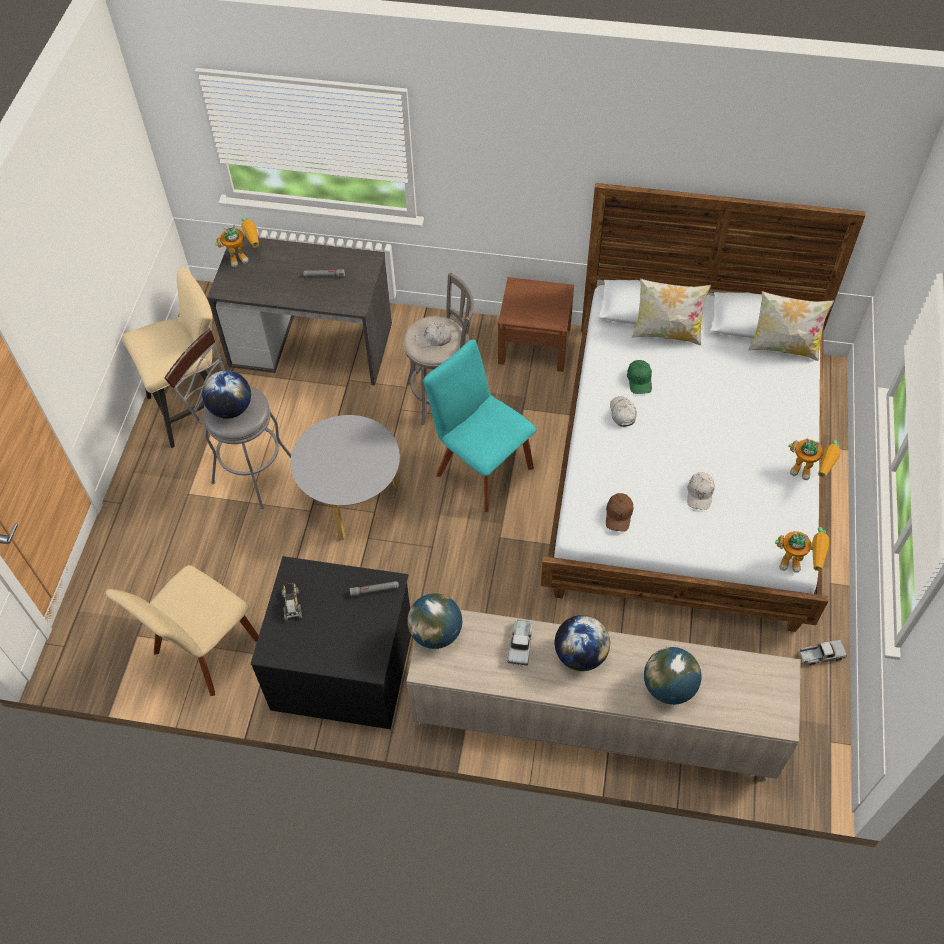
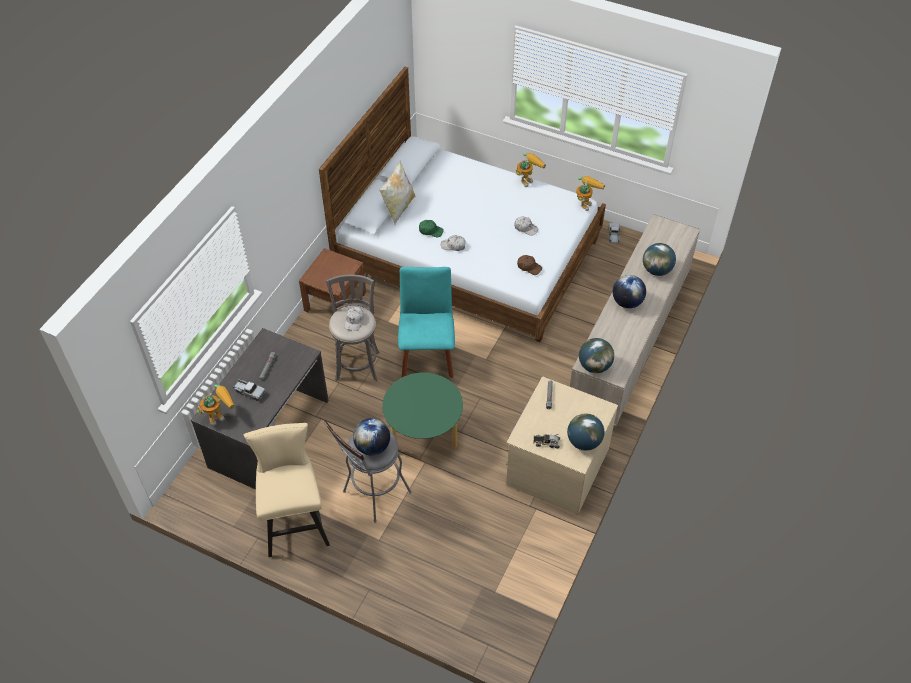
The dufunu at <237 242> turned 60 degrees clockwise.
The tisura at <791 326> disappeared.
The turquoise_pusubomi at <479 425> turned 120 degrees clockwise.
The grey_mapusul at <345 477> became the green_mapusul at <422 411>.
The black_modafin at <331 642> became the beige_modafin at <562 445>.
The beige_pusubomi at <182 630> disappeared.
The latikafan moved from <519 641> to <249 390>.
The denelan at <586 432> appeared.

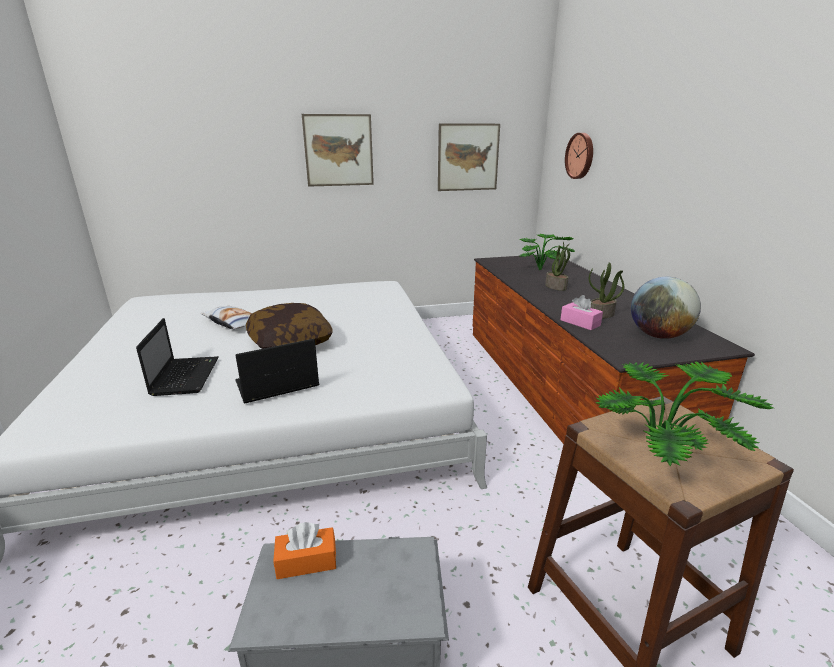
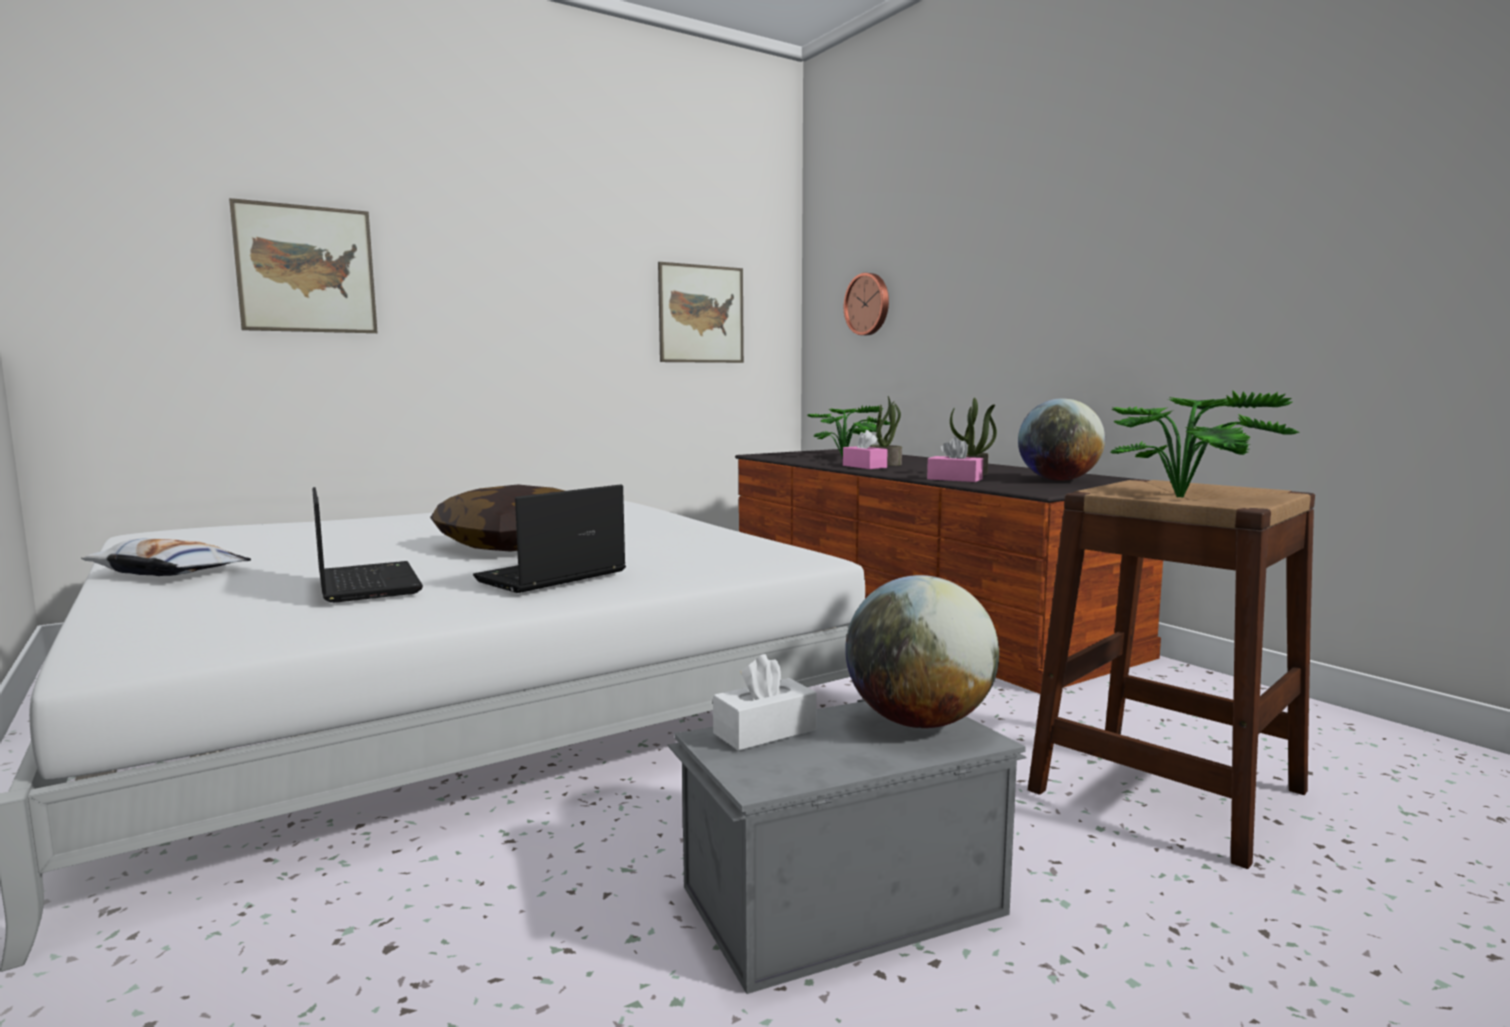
The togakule moved from <338 150> to <303 265>.
The tisura moved from <226 317> to <166 557>.
The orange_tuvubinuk at <304 550> became the white_tuvubinuk at <765 702>.
The pink_tuvubinuk at <865 449> appeared.
The denelan at <922 651> appeared.

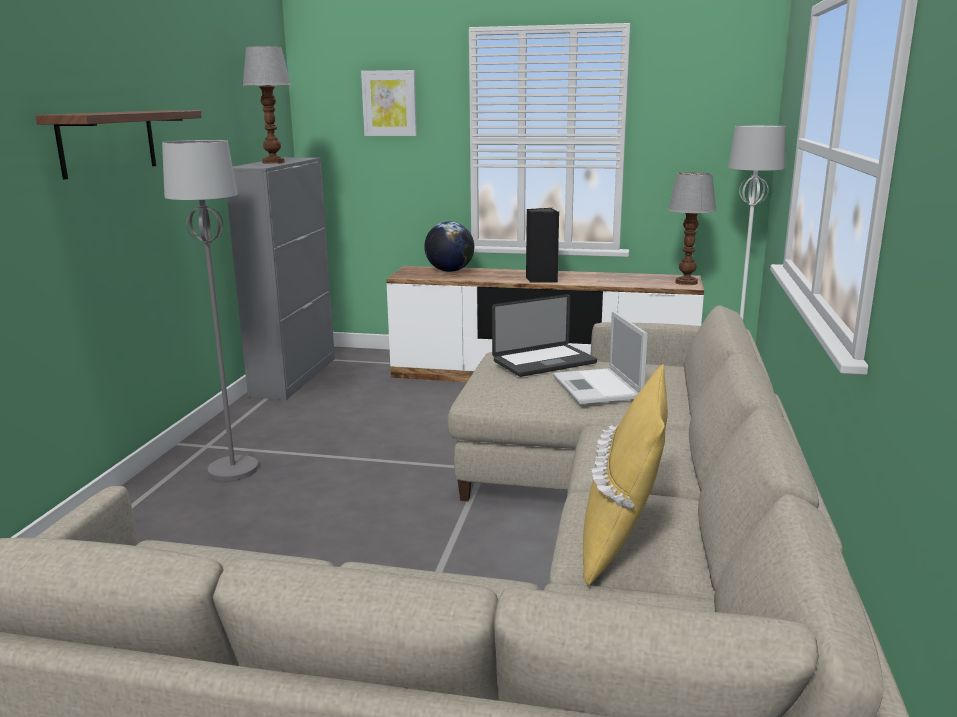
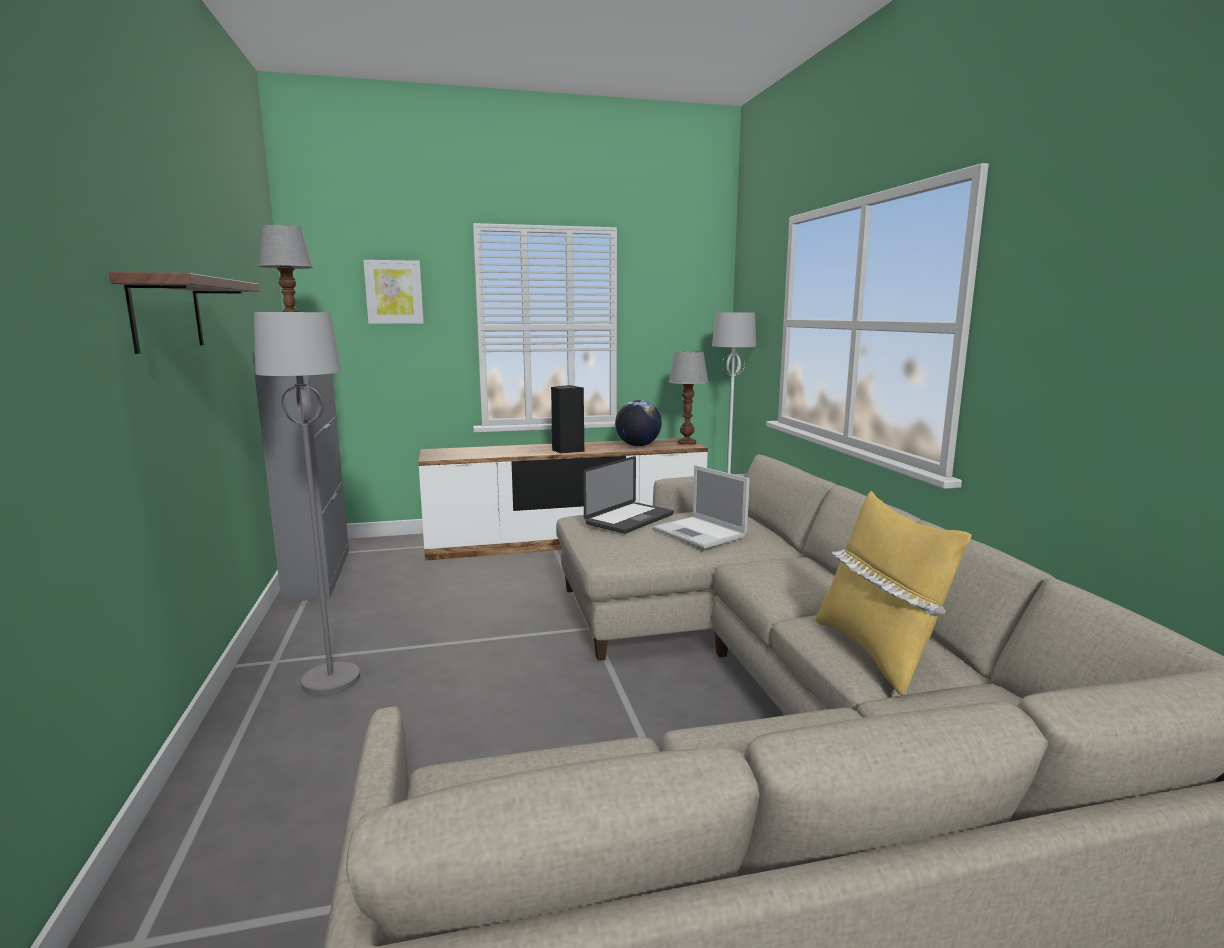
The denelan moved from <449 246> to <638 423>.

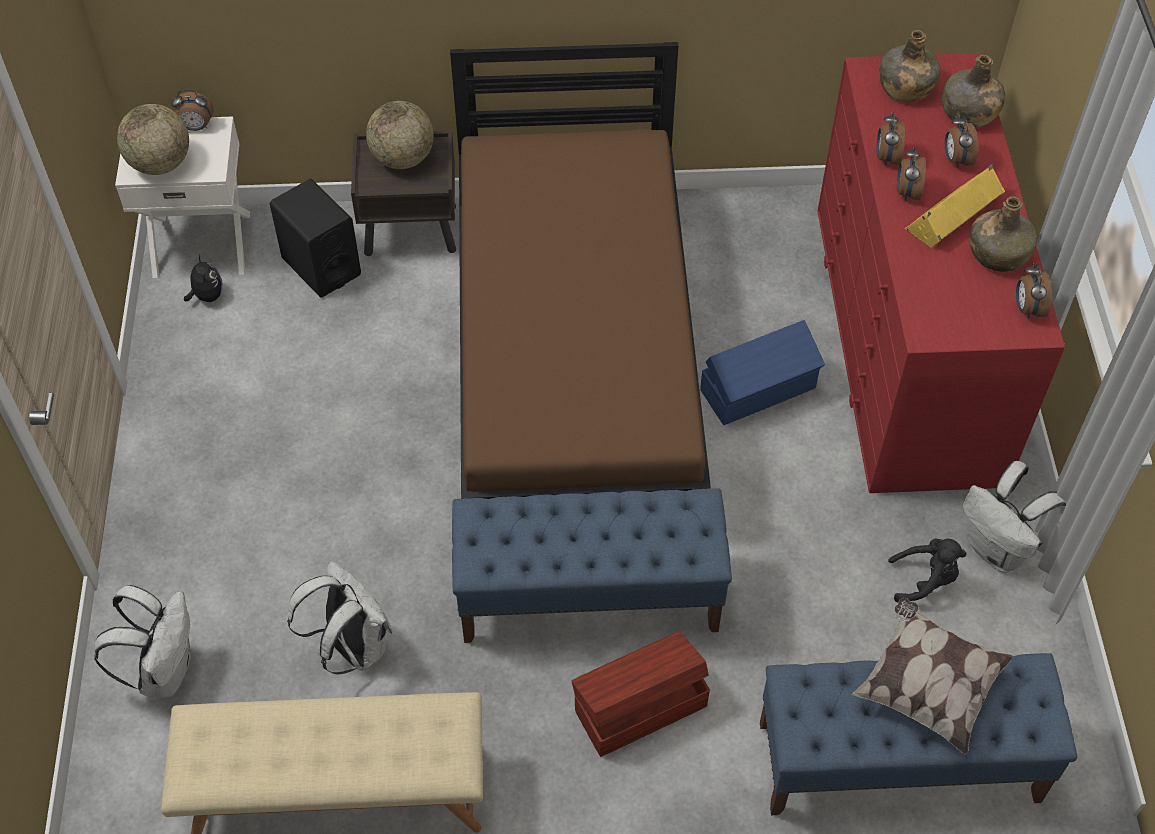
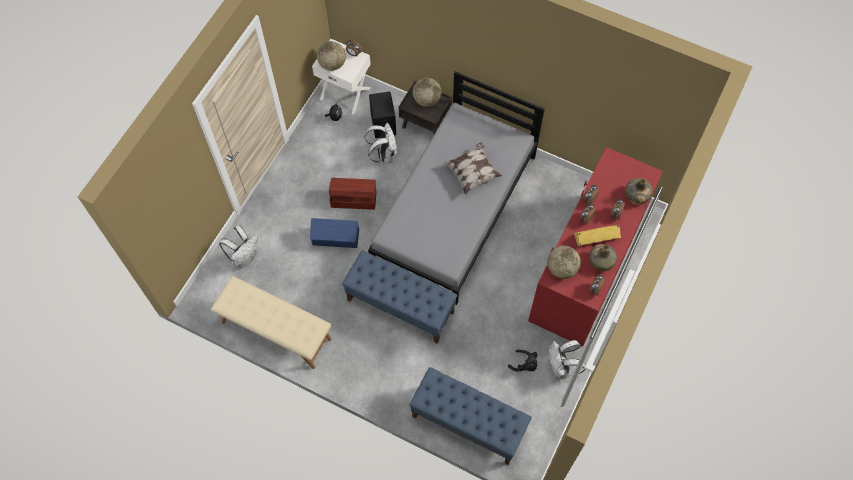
The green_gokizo at <910 66> disappeared.
The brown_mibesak at <580 270> became the grey_mibesak at <456 188>.
The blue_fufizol moved from <762 372> to <334 233>.
The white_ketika moved from <339 617> to <381 143>.
The tisura moved from <932 676> to <473 168>.
The brown_fufizol moved from <641 694> to <352 194>.
The denelan at <564 262> appeared.

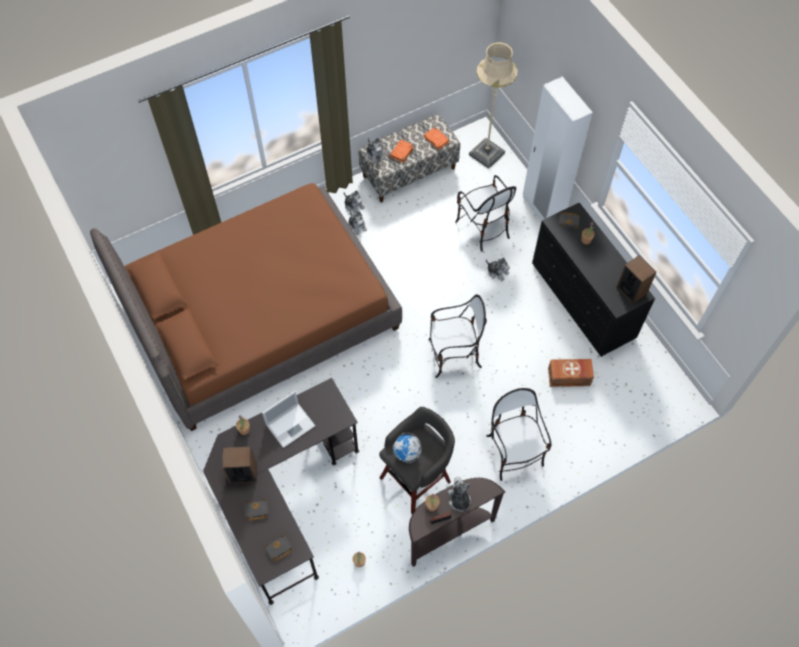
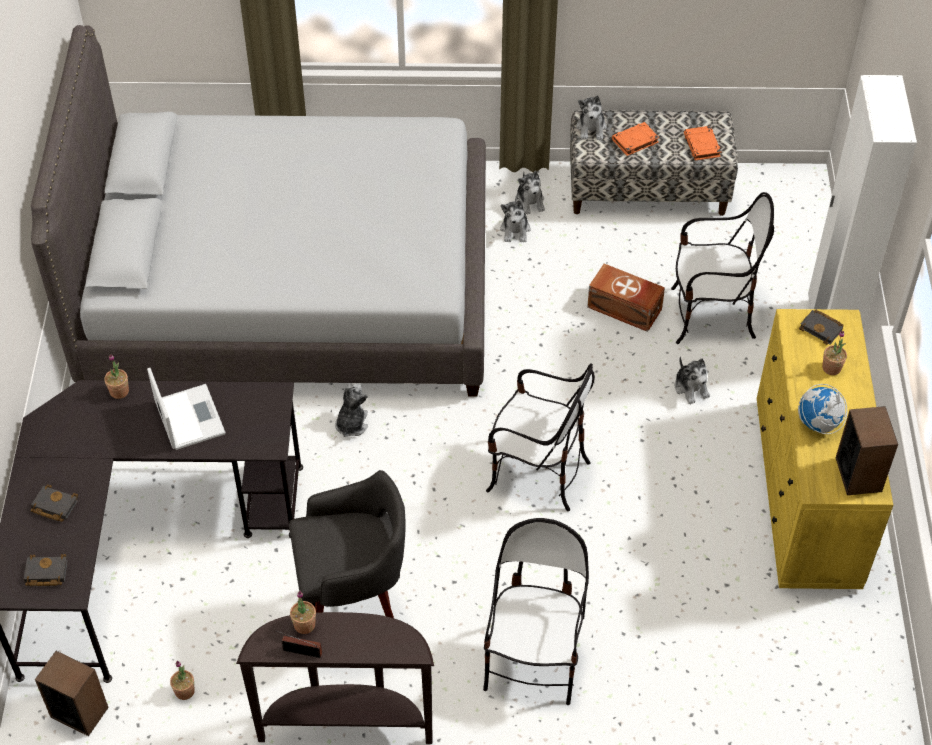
The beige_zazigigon at <493 105> disappeared.
The pusubomi at <485 213> turned 90 degrees counterclockwise.
The brown_mibesak at <246 307> became the grey_mibesak at <258 210>.
The black_modafin at <593 280> became the yellow_modafin at <825 449>.
The brown_fufizol moved from <571 373> to <626 297>.
The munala at <288 419> turned 105 degrees counterclockwise.
The denelan moved from <407 448> to <822 409>.
The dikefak moved from <239 465> to <72 693>.
The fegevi moved from <459 495> to <351 410>.

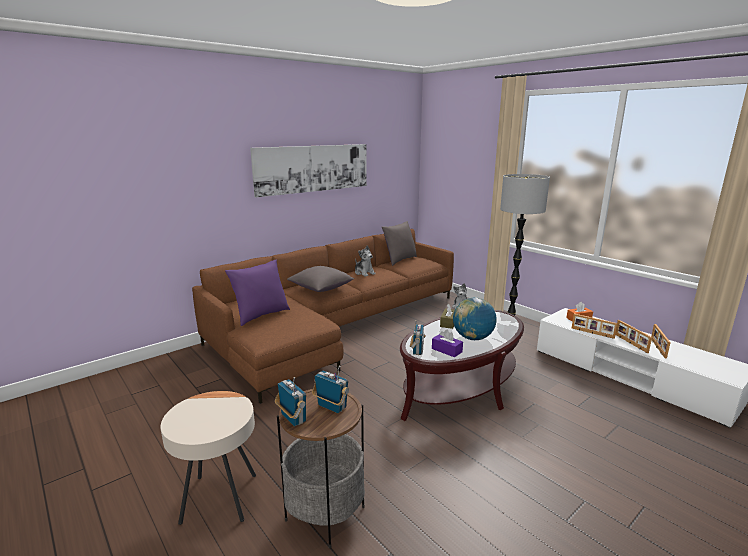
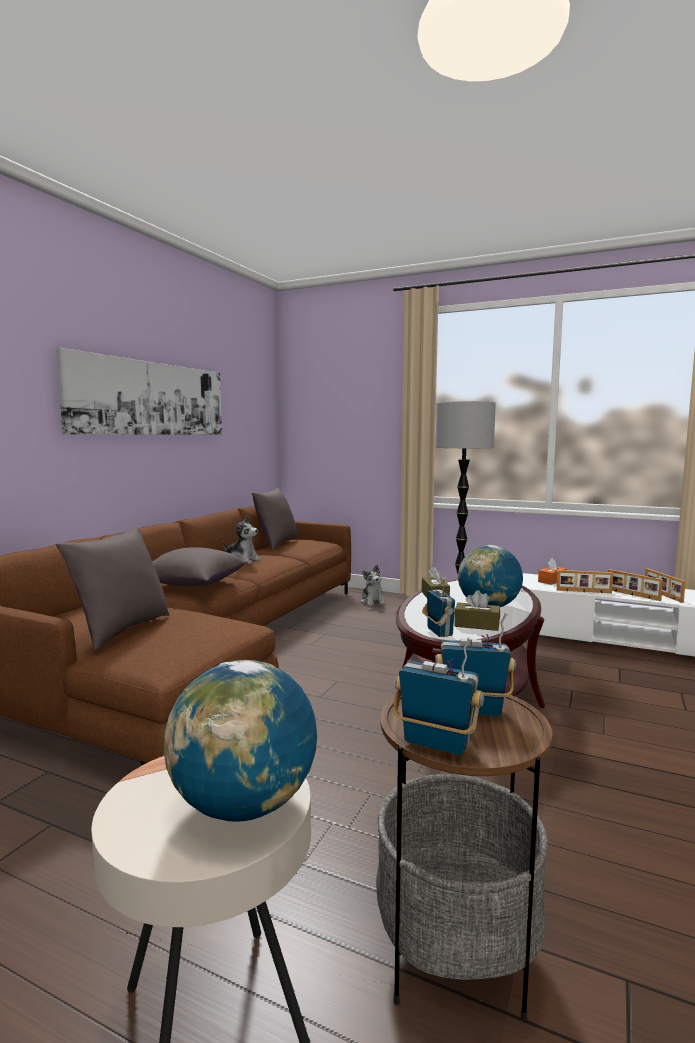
The purple_tisura at <257 293> became the grey_tisura at <112 588>.
The purple_tuvubinuk at <447 343> became the brown_tuvubinuk at <477 610>.
The denelan at <240 741> appeared.

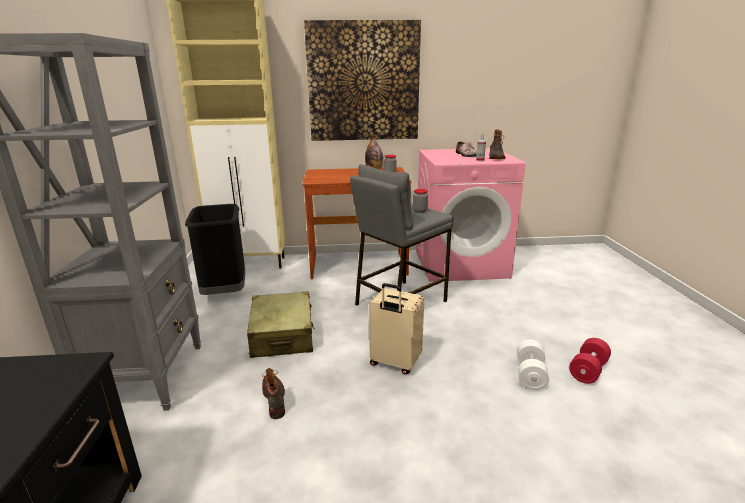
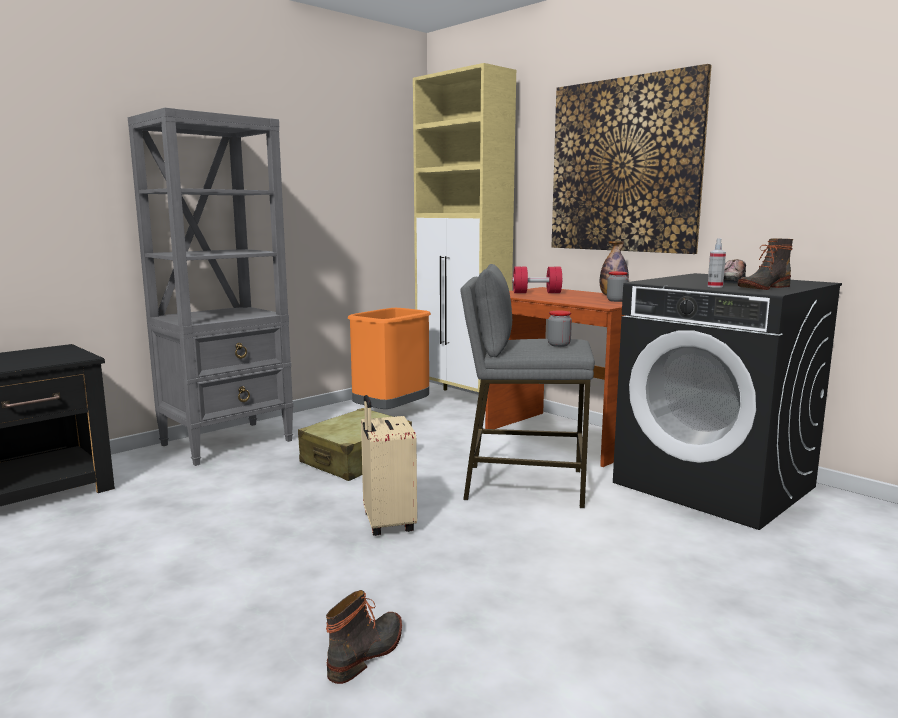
The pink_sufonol at <471 215> became the black_sufonol at <727 401>.
The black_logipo at <215 249> became the orange_logipo at <389 358>.
The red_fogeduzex moved from <590 361> to <537 280>.
The white_fogeduzex at <533 364> disappeared.
The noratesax moved from <273 393> to <364 637>.

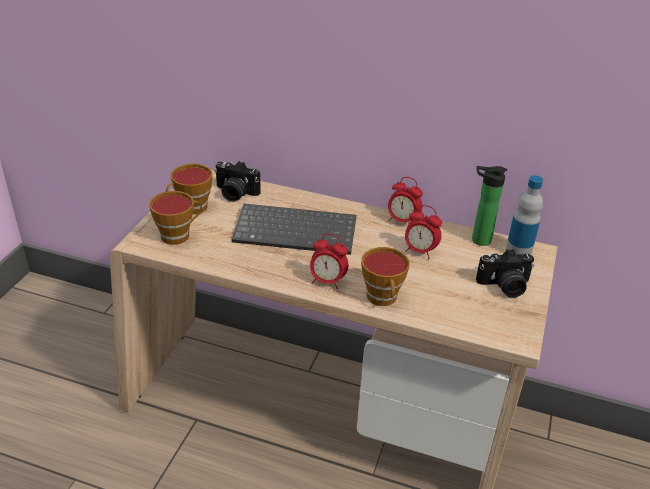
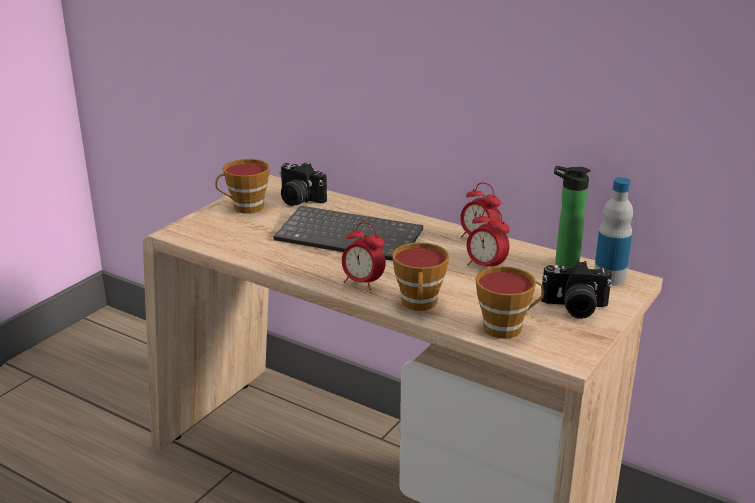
The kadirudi moved from <175 218> to <510 302>.

